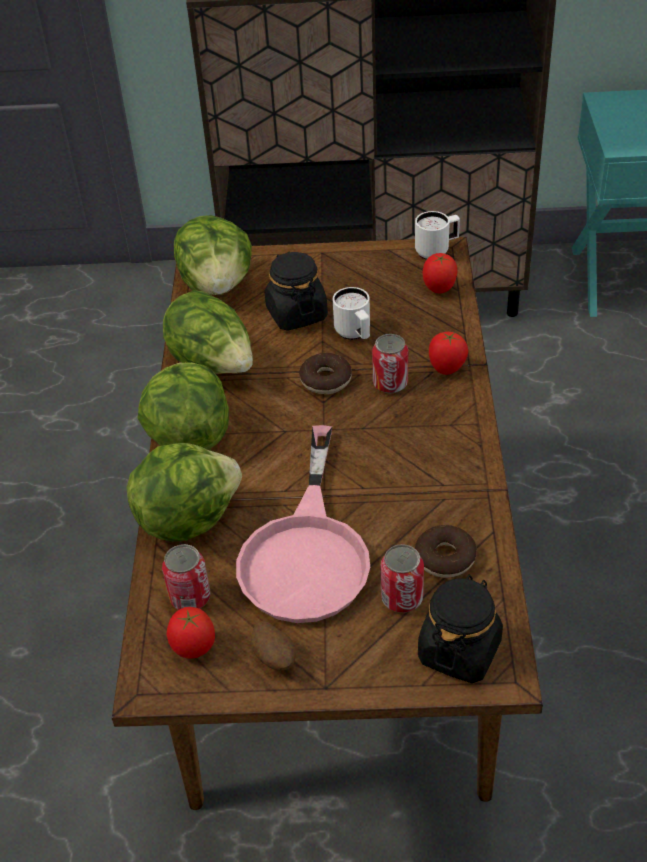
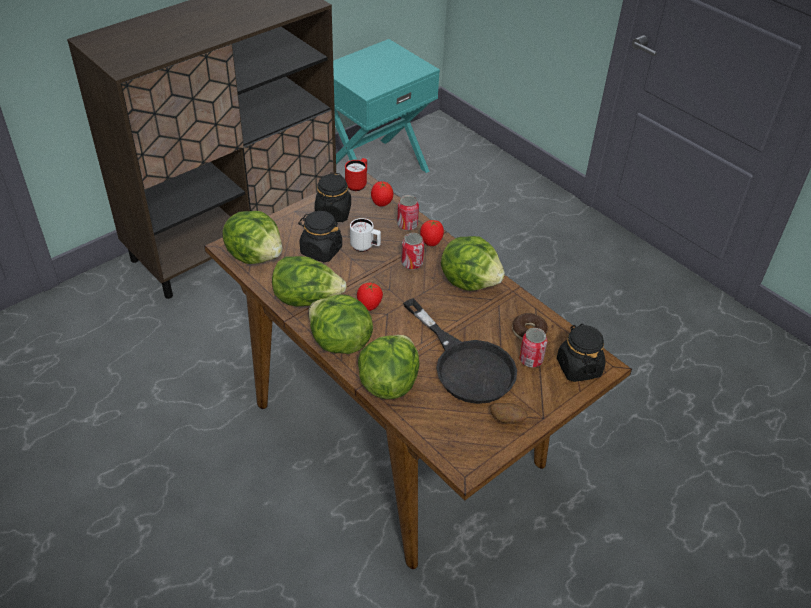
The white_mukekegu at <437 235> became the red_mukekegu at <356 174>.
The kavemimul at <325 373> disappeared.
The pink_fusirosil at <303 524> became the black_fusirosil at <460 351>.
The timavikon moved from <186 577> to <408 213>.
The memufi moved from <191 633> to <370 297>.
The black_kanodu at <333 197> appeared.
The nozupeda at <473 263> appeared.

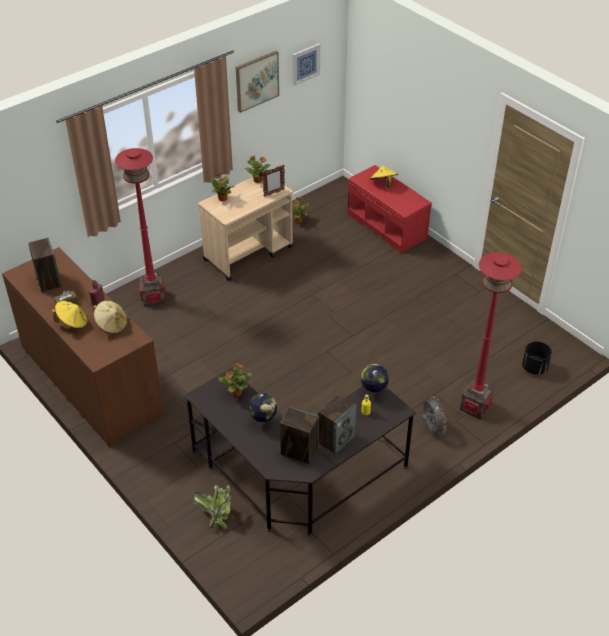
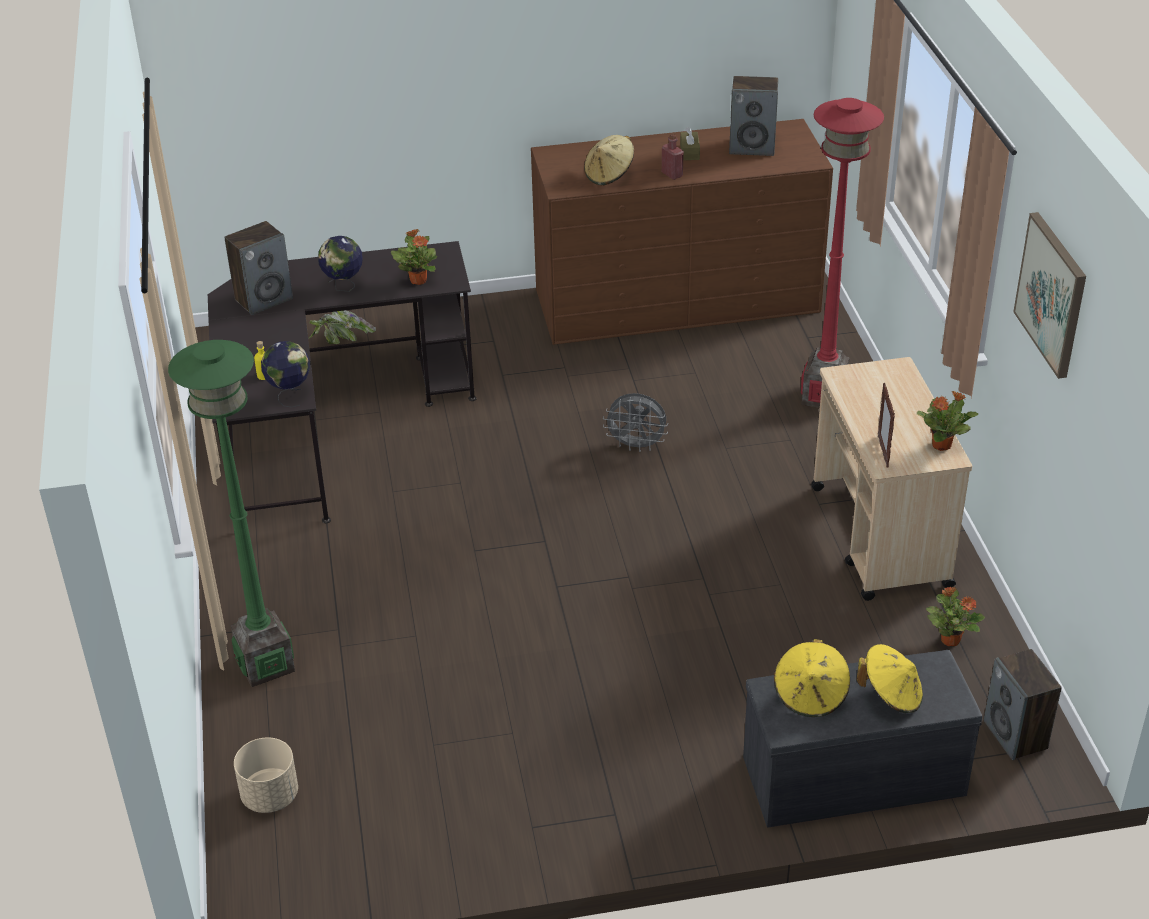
The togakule at <306 64> disappeared.
The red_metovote at <389 209> became the grey_metovote at <862 739>.
The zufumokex at <223 187> disappeared.
The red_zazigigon at <491 335> became the green_zazigigon at <231 513>.
The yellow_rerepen moved from <70 315> to <812 678>.
The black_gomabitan at <537 358> became the beige_gomabitan at <266 775>.
The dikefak moved from <337 424> to <1023 704>.
The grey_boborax moved from <434 415> to <635 422>.

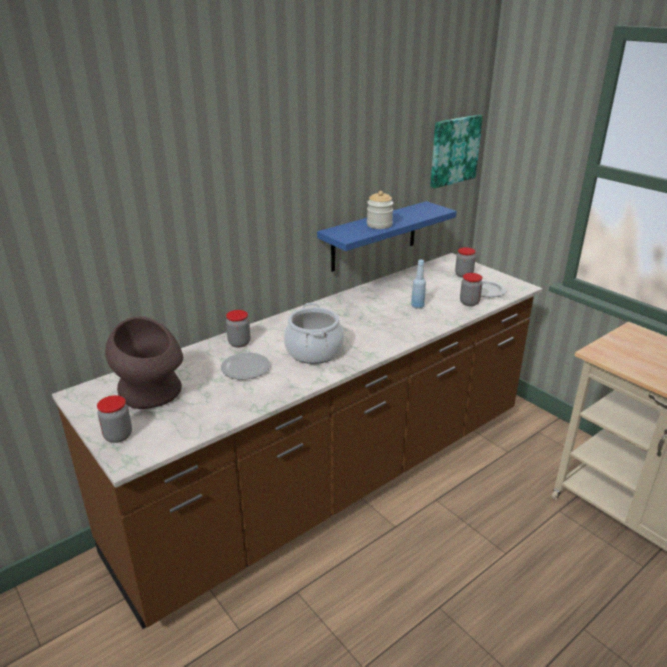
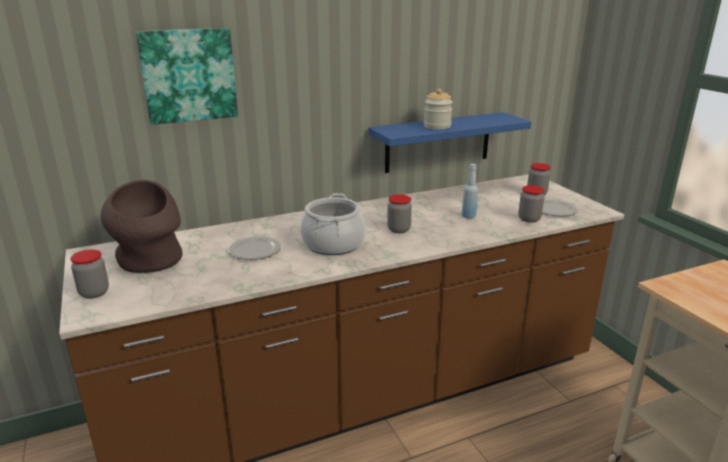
The togakule moved from <456 151> to <186 76>.
The kanodu moved from <238 329> to <399 213>.

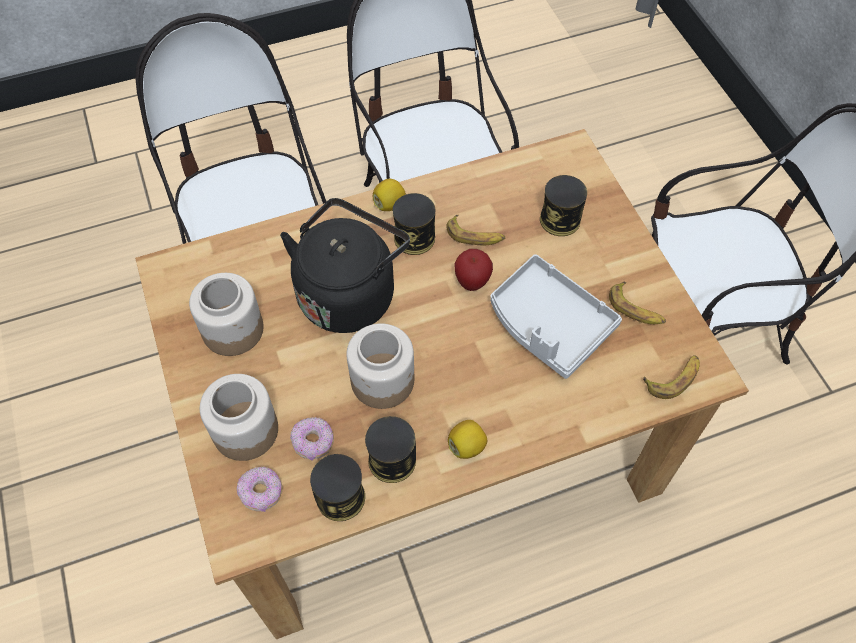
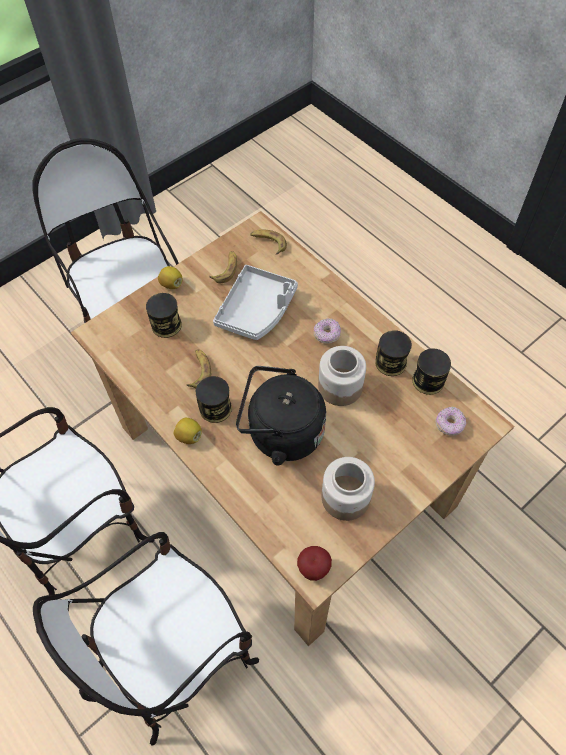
The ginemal moved from <473 270> to <314 563>.
The kanodu at <239 417> disappeared.
The kavemimul moved from <312 439> to <327 331>.
The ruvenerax moved from <467 439> to <170 277>.

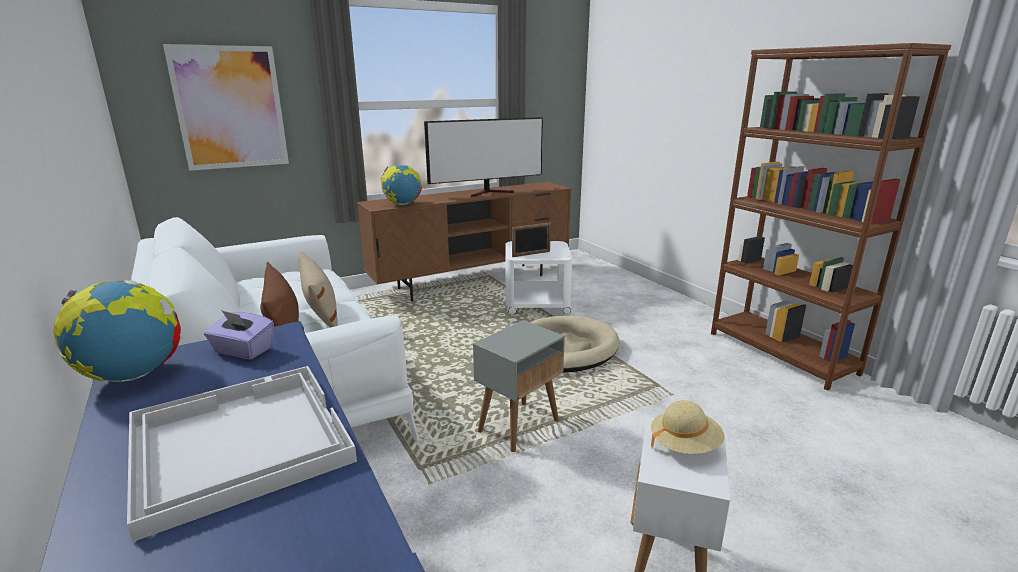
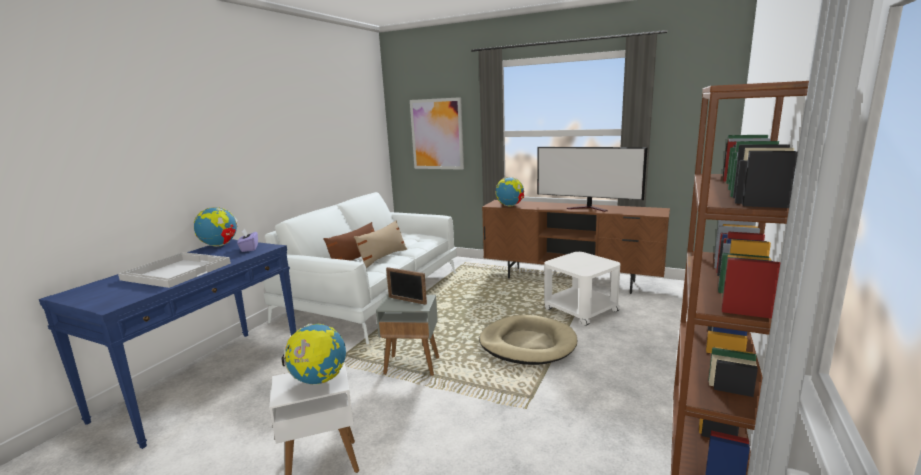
The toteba moved from <531 240> to <406 286>.
The beige_rerepen at <688 427> was replaced by the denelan at <314 354>.

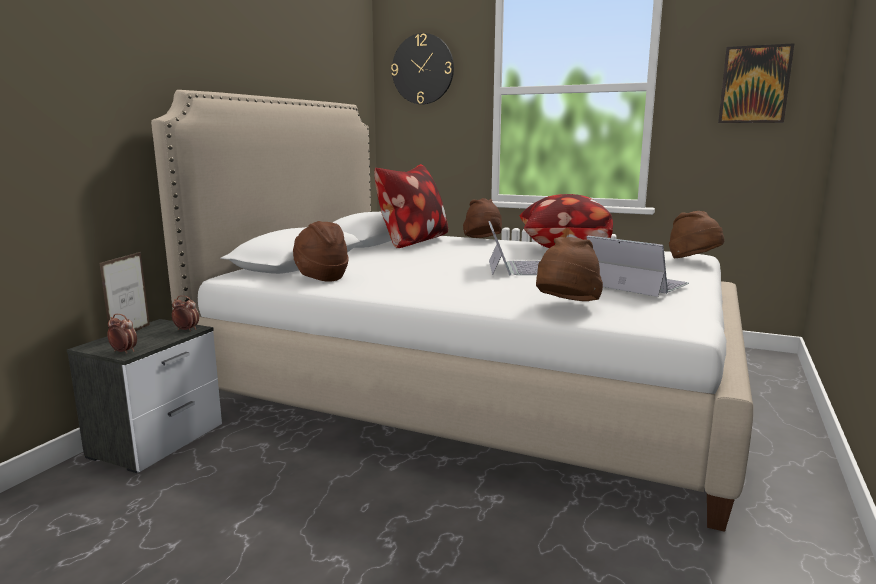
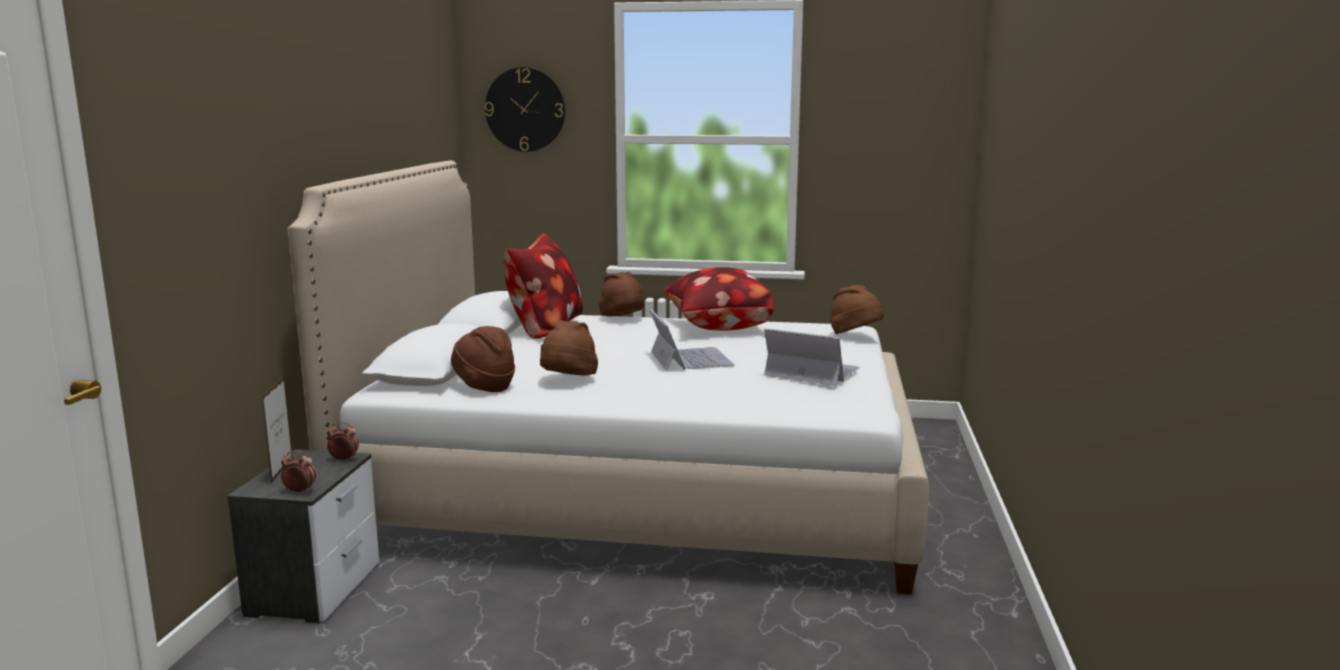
The togakule at <756 83> disappeared.
The brown_rerepen moved from <569 269> to <569 347>.

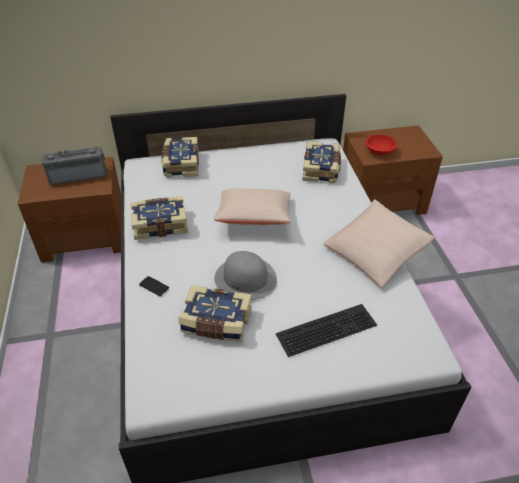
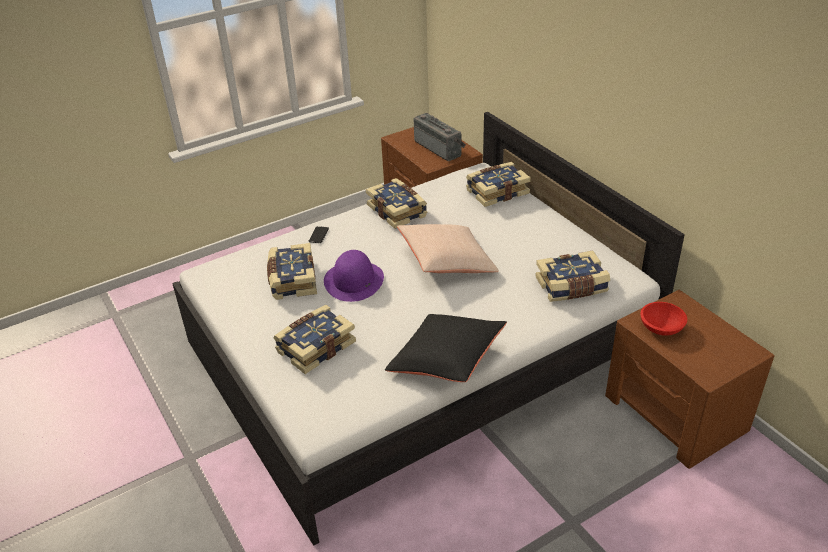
The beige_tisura at <379 243> became the black_tisura at <446 348>.
The grey_rerepen at <245 275> became the purple_rerepen at <354 276>.
The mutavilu at <326 330> was replaced by the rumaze at <315 339>.

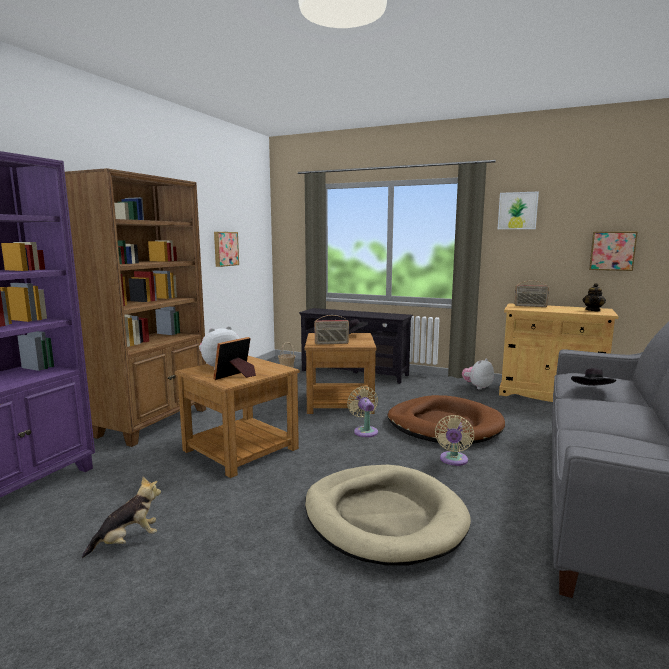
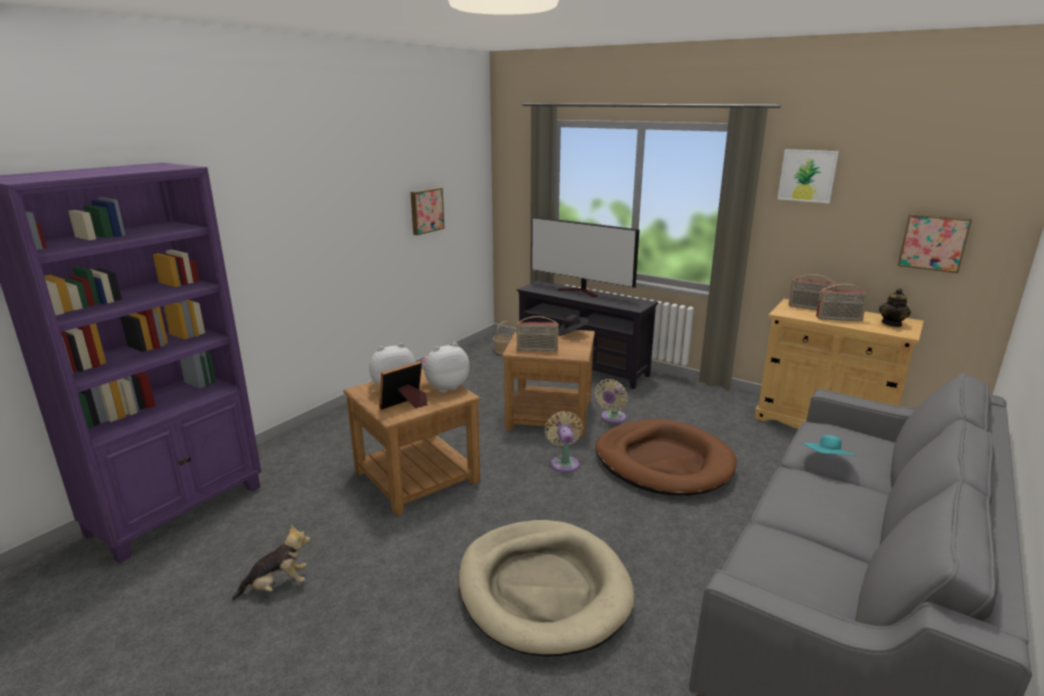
The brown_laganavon at <136 307> disappeared.
The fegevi moved from <478 374> to <445 368>.
The black_rerepen at <593 377> became the turquoise_rerepen at <830 445>.
The beige_boborax moved from <454 440> to <611 401>.
The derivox at <585 256> appeared.
The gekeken at <842 302> appeared.

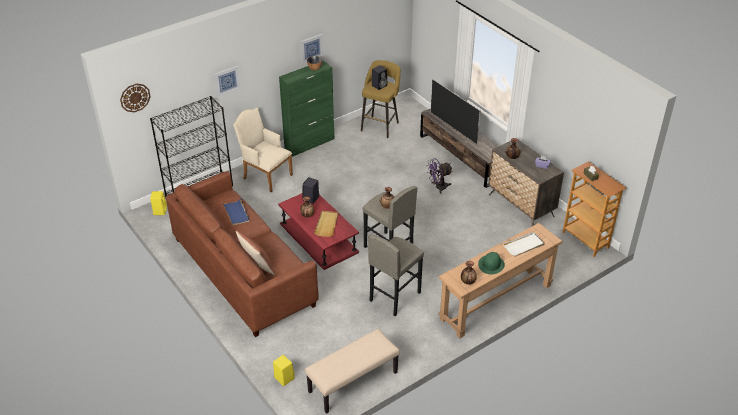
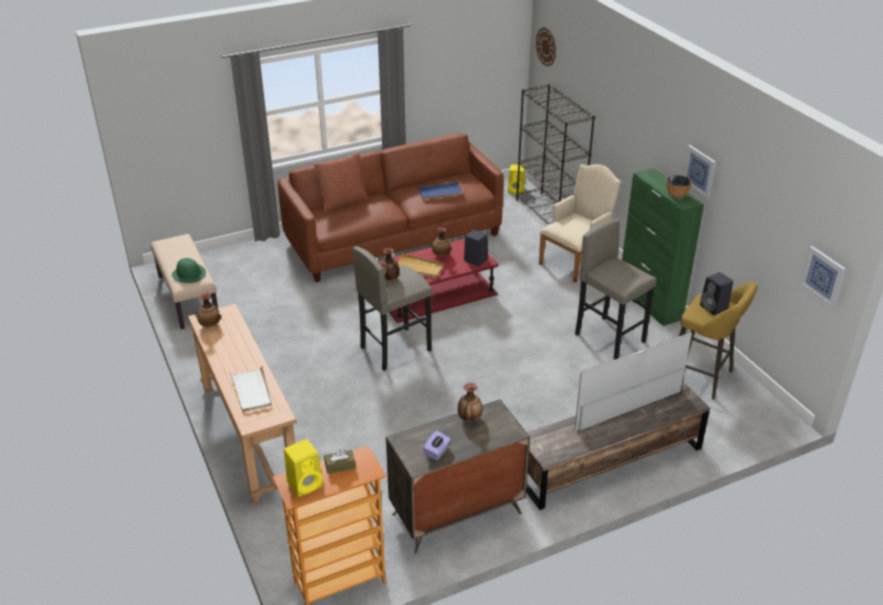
The togakule moved from <227 81> to <823 276>.
The purple_boborax at <440 175> disappeared.
The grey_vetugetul moved from <396 275> to <616 289>.
The green_rerepen moved from <491 263> to <189 270>.
The yellow_dikefak moved from <283 370> to <303 468>.

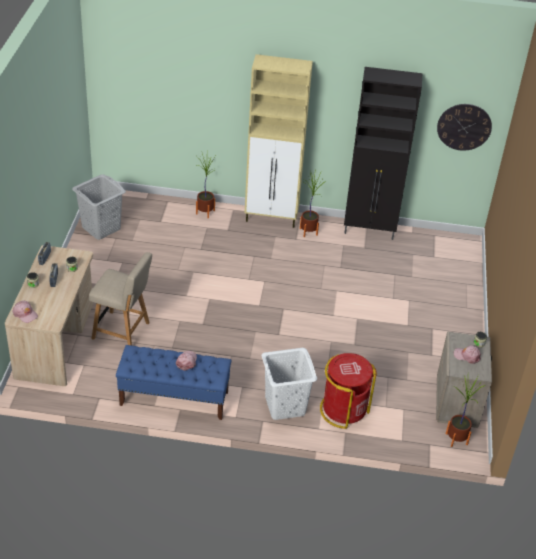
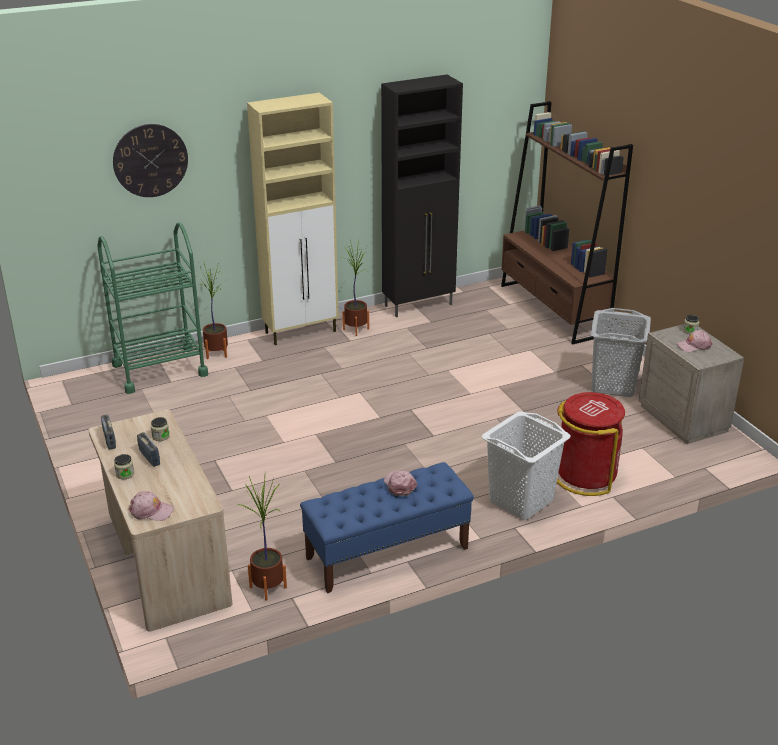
The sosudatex moved from <464 127> to <150 160>.
The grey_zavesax moved from <99 207> to <620 352>.
The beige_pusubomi at <120 298> disappeared.
The zufumokex moved from <465 411> to <262 538>.
The brown_laganavon at <567 223> appeared.
The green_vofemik at <152 308> appeared.

